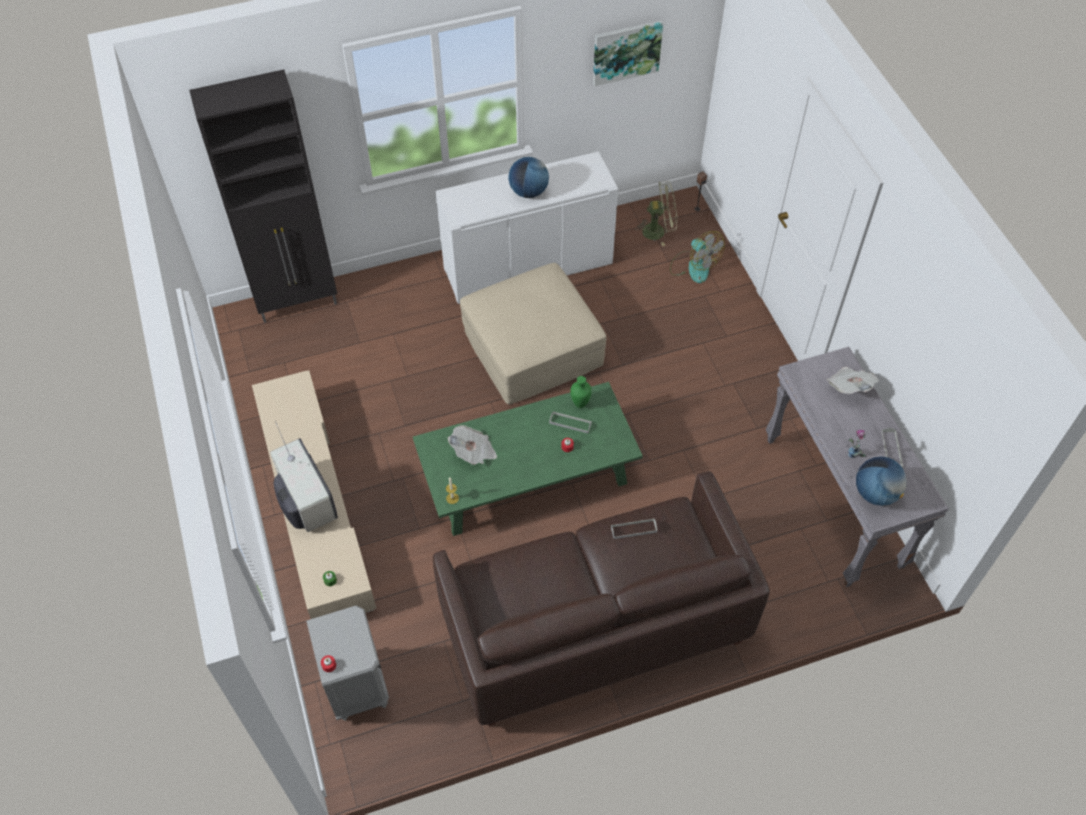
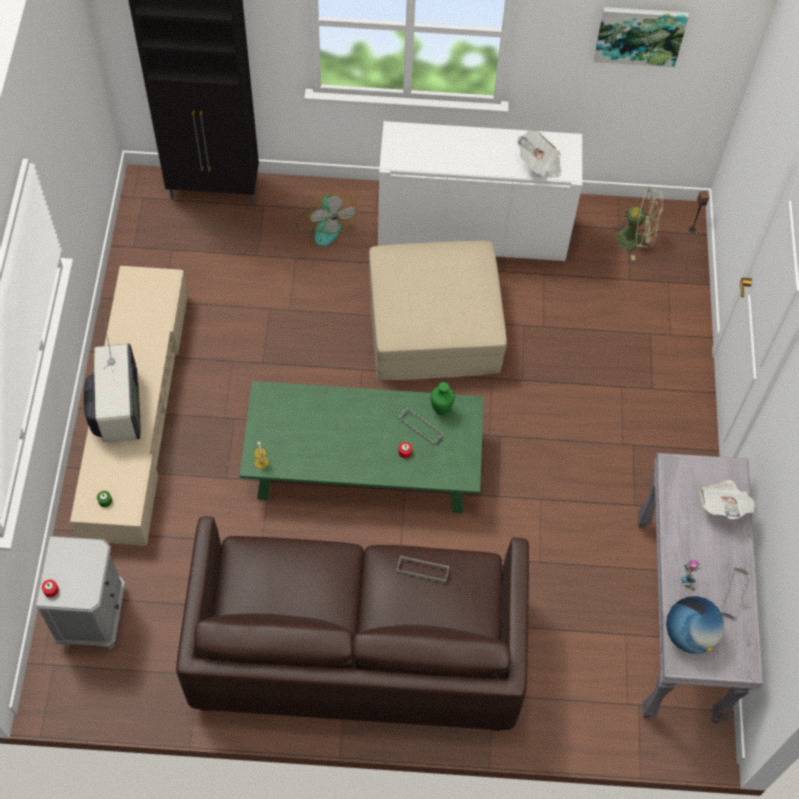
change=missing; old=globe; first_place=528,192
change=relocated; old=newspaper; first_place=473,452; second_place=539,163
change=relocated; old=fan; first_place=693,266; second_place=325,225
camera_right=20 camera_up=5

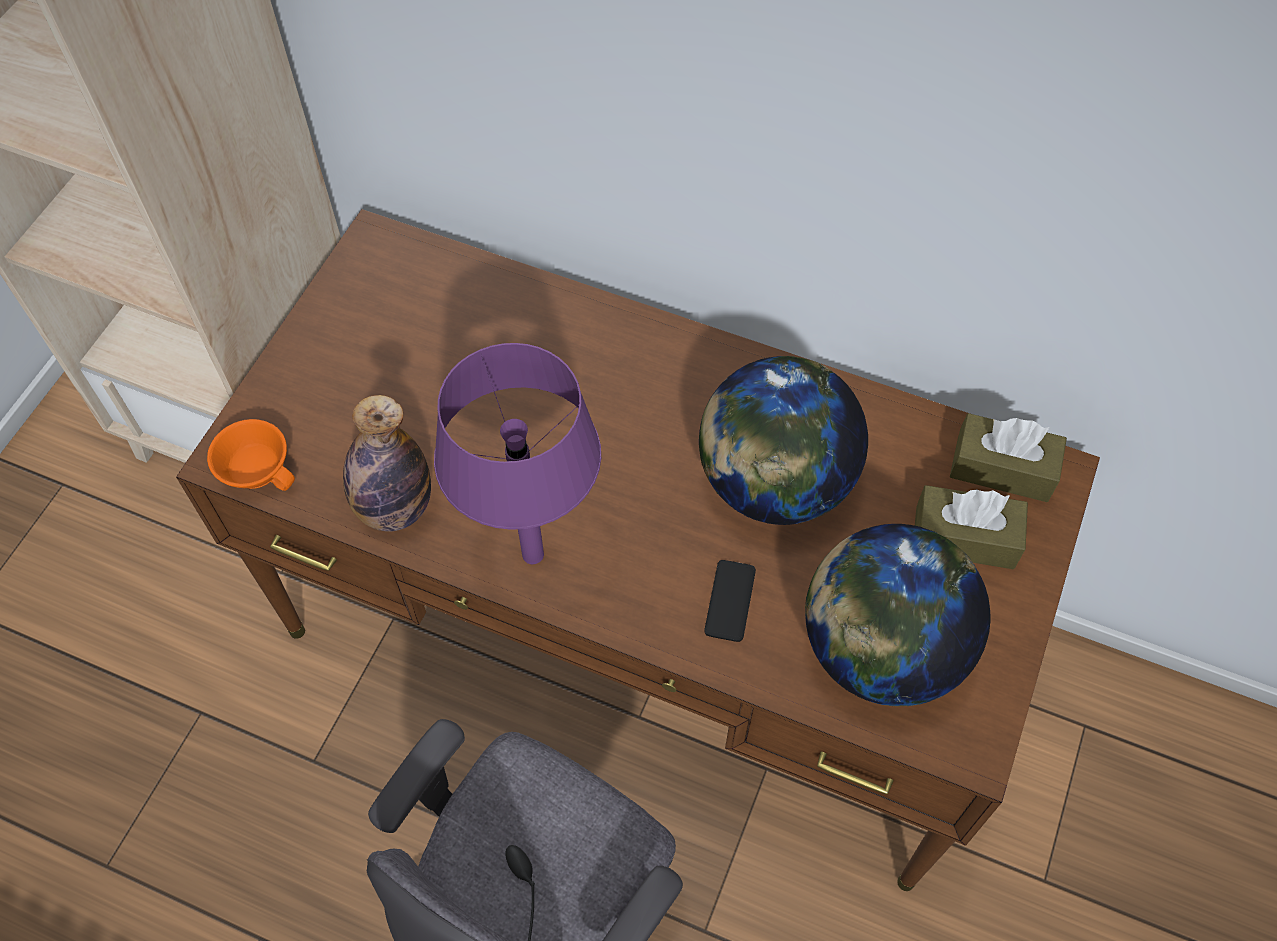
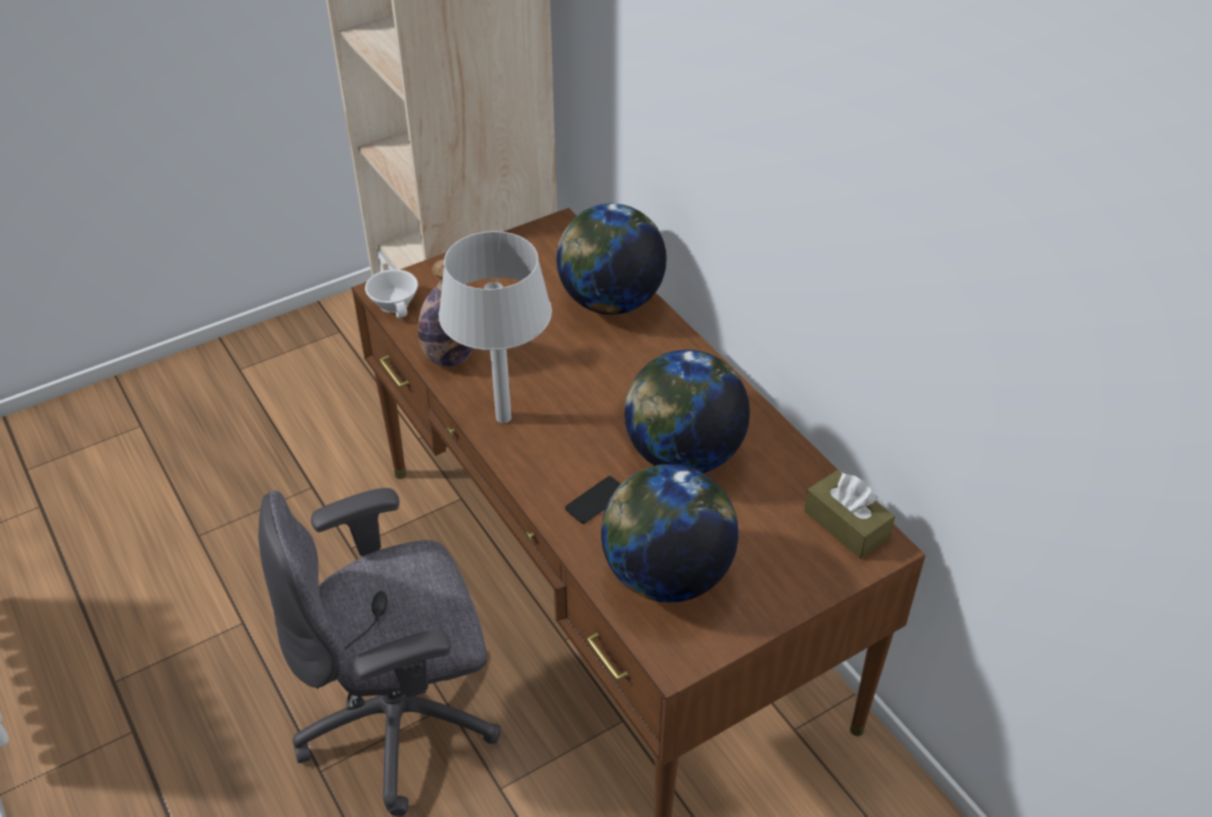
change=missing; old=brown tissue box; first_place=964,537
change=appeared; new=globe; second_place=611,302
change=colour; old=orange cup; new=white cup; first_place=259,468; second_place=396,303
change=colour; old=purple table lamp; new=grey table lamp; first_place=531,553; second_place=503,416
camera_right=35 camera_up=-15

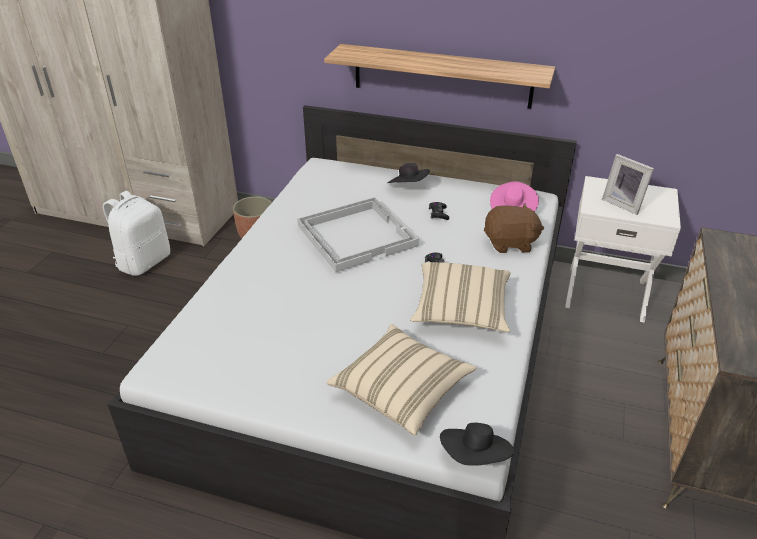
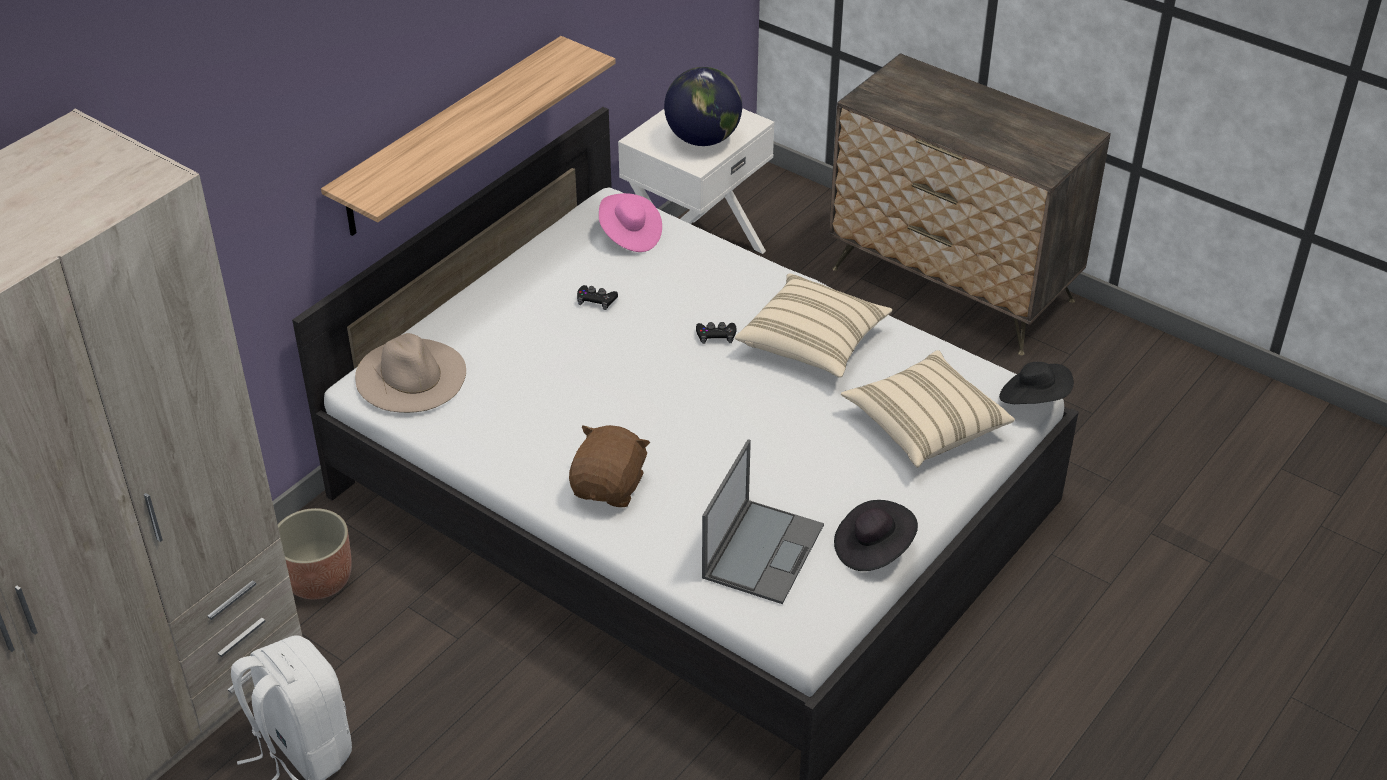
change=missing; old=white tray; first_place=357,235
change=appeared; new=beige hat; second_place=411,375
change=appeared; new=laptop; second_place=763,550
change=relocated; old=black hat; first_place=408,187; second_place=873,549
change=relocated; old=brown plush toy; first_place=510,243; second_place=609,487
change=exchanged; old=picture frame; new=globe; first_place=623,204; second_place=703,139
camera_right=-70 camera_up=5

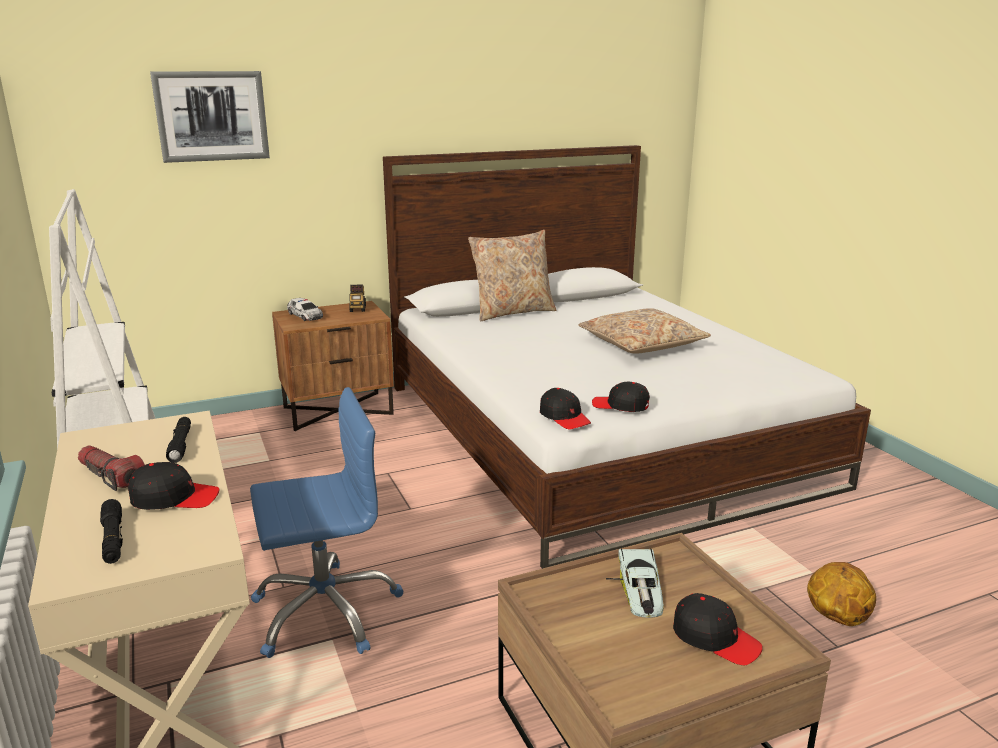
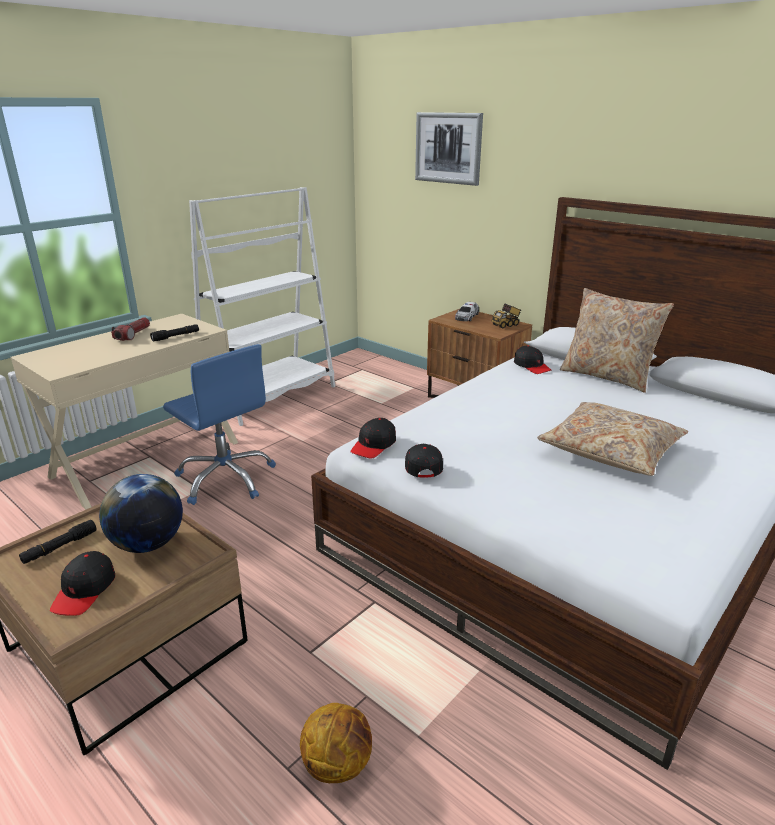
change=relocated; old=black flashlight; first_place=113,539; second_place=60,547
change=relocated; old=black cap; first_place=174,498; second_place=532,366
change=exchanged; old=toy car; new=globe; first_place=639,588; second_place=148,544
camera_right=65 camera_up=5

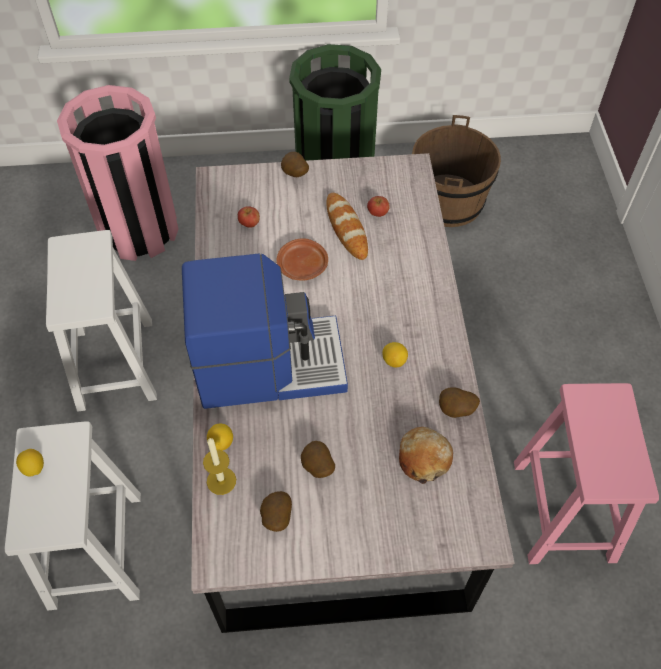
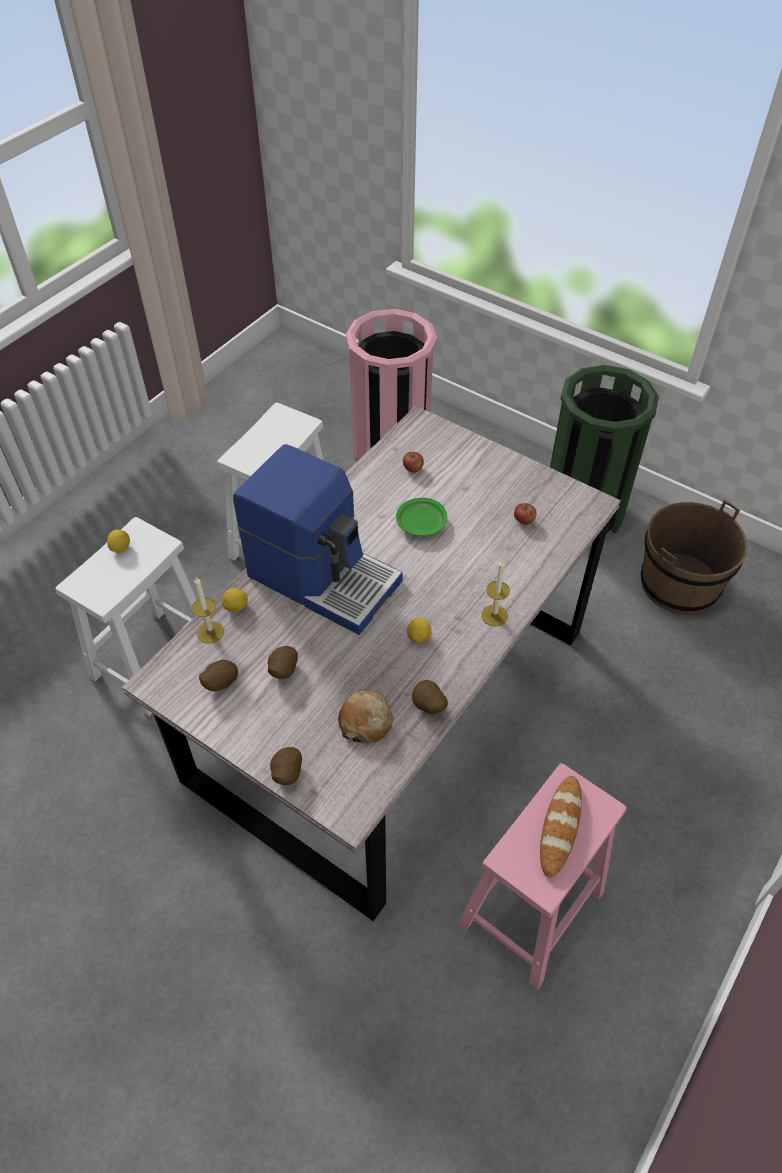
change=appeared; new=candle; second_place=494,615
change=relocated; old=potato; first_place=294,175; second_place=286,774
change=relocated; old=bread; first_place=346,228; second_place=560,827
change=colour; old=brown plate; new=green plate; first_place=302,266; second_place=421,524
camera_right=40 camera_up=-5

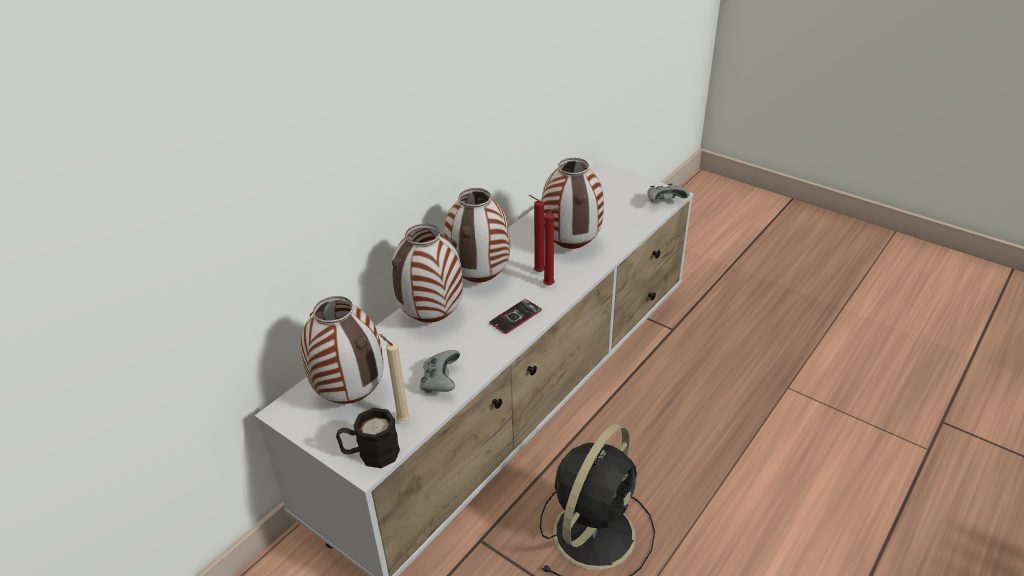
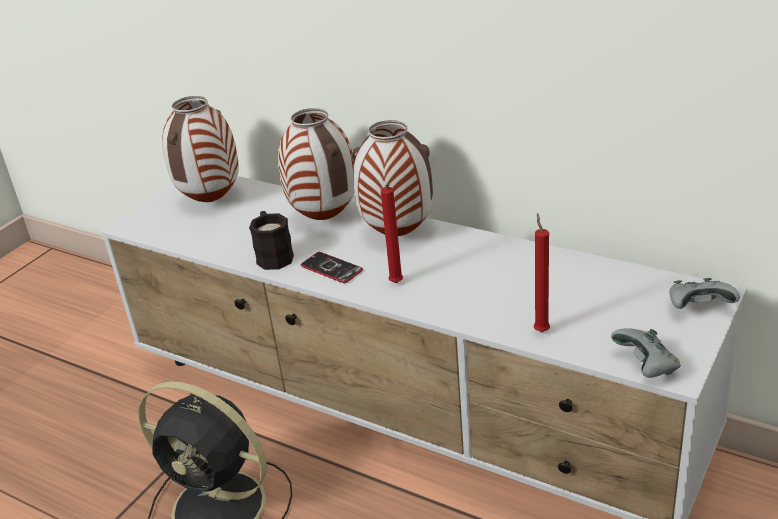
change=missing; old=beige candle; first_place=401,419
change=missing; old=vase; first_place=570,247
change=relocated; old=black mug; first_place=370,454; second_place=273,255
change=relocated; old=grey game controller; first_place=440,382; second_place=699,307
change=relocated; old=red candle; first_place=537,272; second_place=541,330
camera_right=85 camera_up=-5

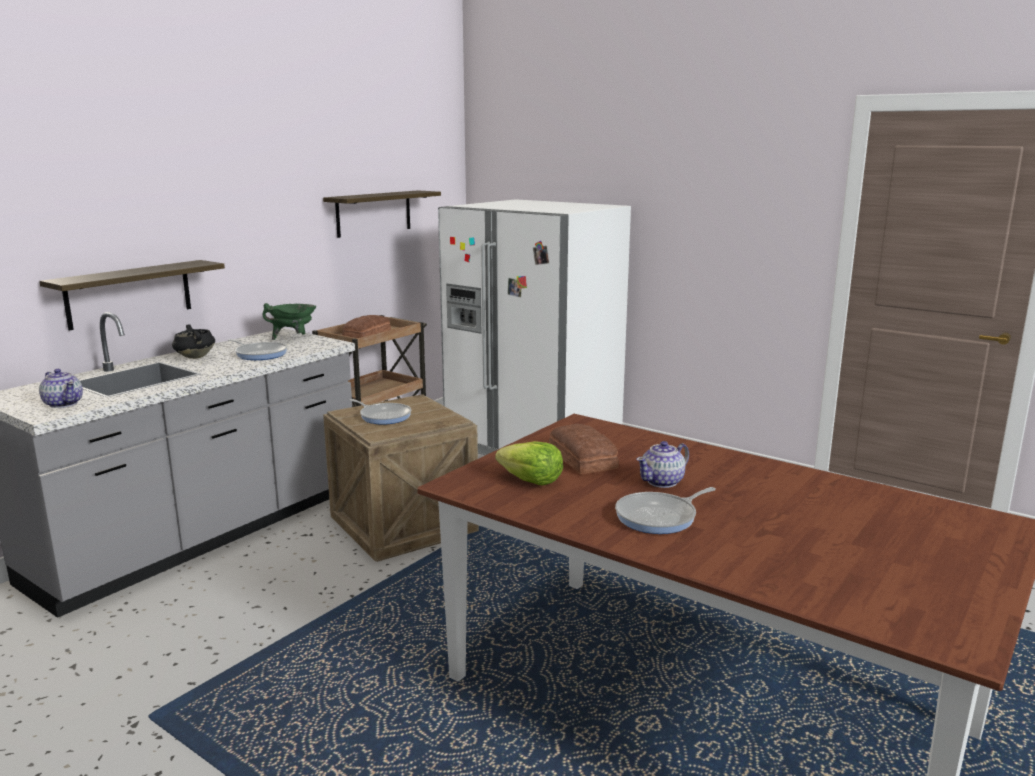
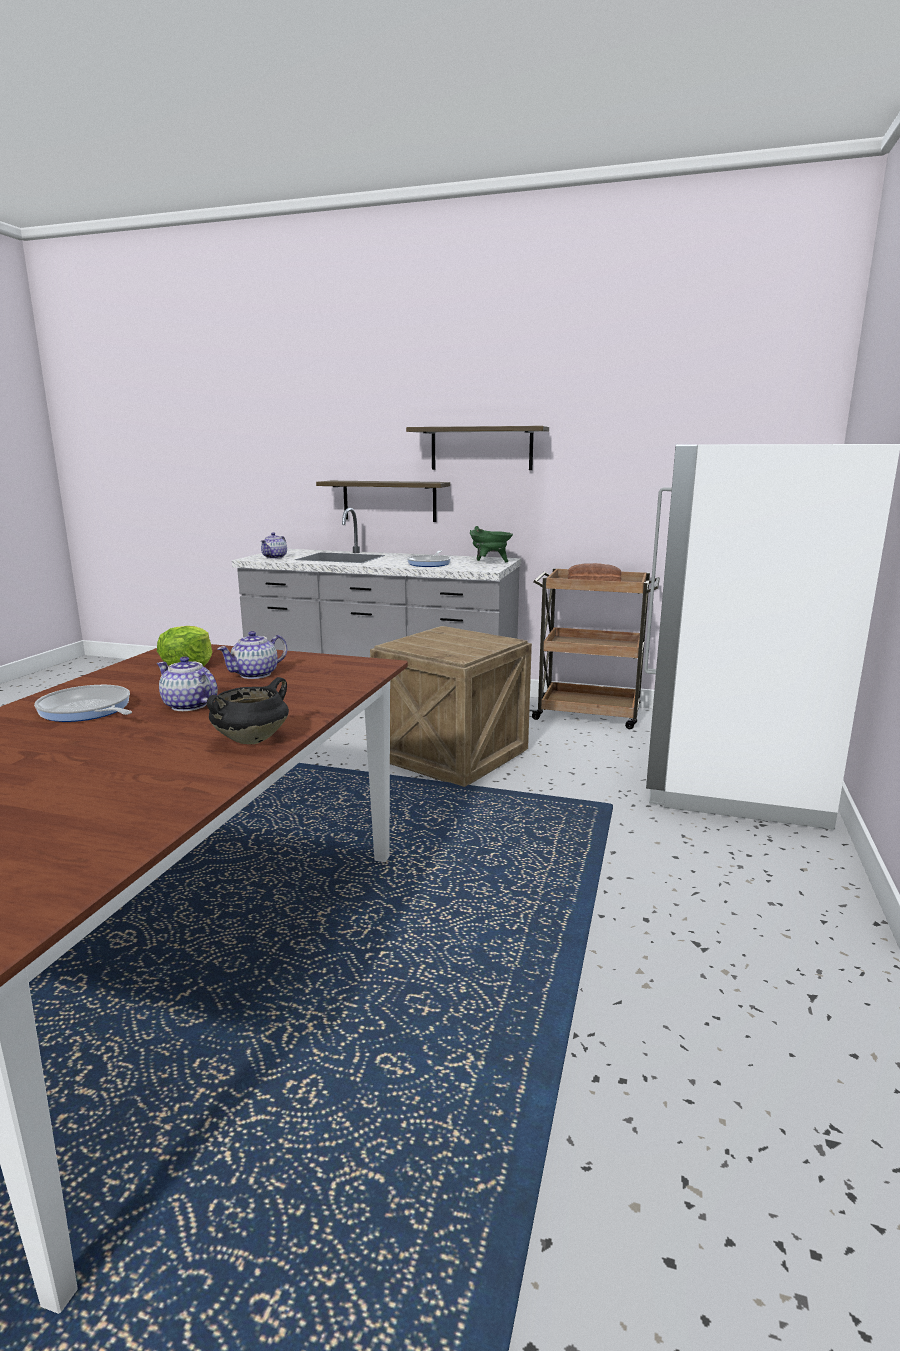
change=missing; old=frying pan; first_place=383,416
change=relocated; old=black cooking pot; first_place=194,357; second_place=252,739
change=relocated; old=shelf; first_place=374,213; second_place=481,448
change=exchanged; old=bread; new=teapot; first_place=583,458; second_place=256,674
camera_right=70 camera_up=0

